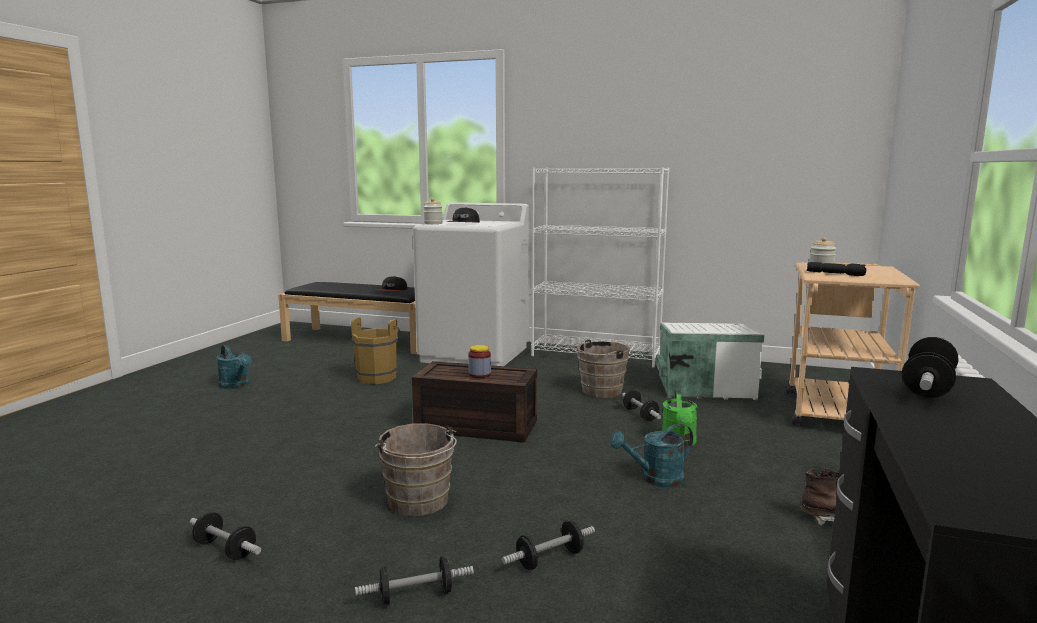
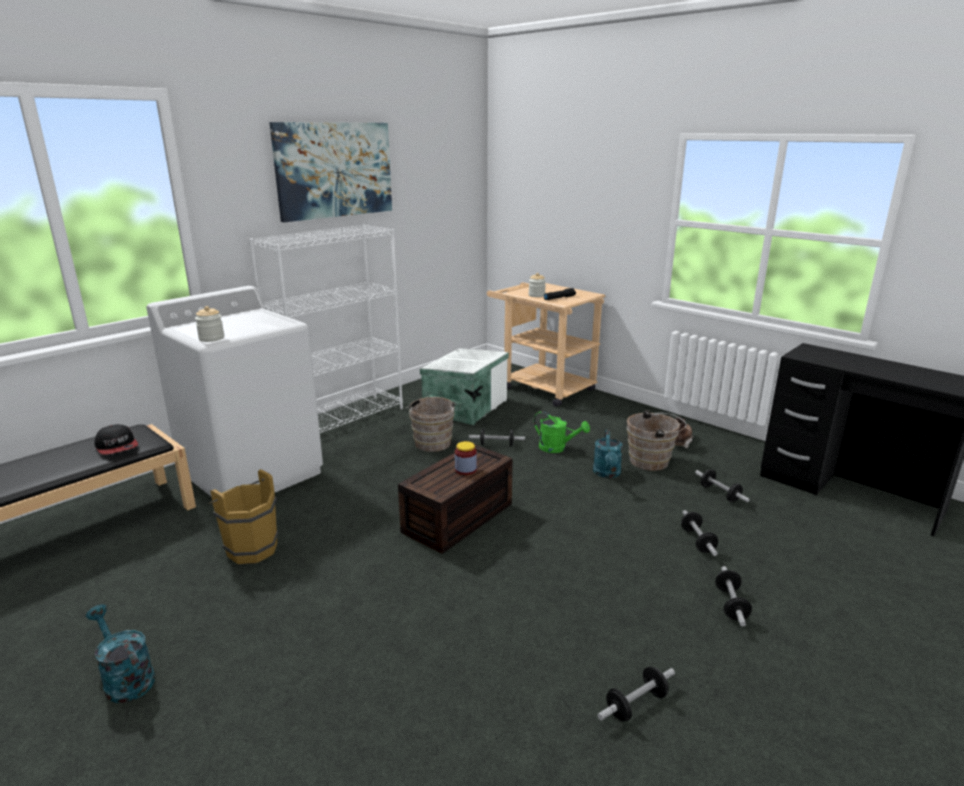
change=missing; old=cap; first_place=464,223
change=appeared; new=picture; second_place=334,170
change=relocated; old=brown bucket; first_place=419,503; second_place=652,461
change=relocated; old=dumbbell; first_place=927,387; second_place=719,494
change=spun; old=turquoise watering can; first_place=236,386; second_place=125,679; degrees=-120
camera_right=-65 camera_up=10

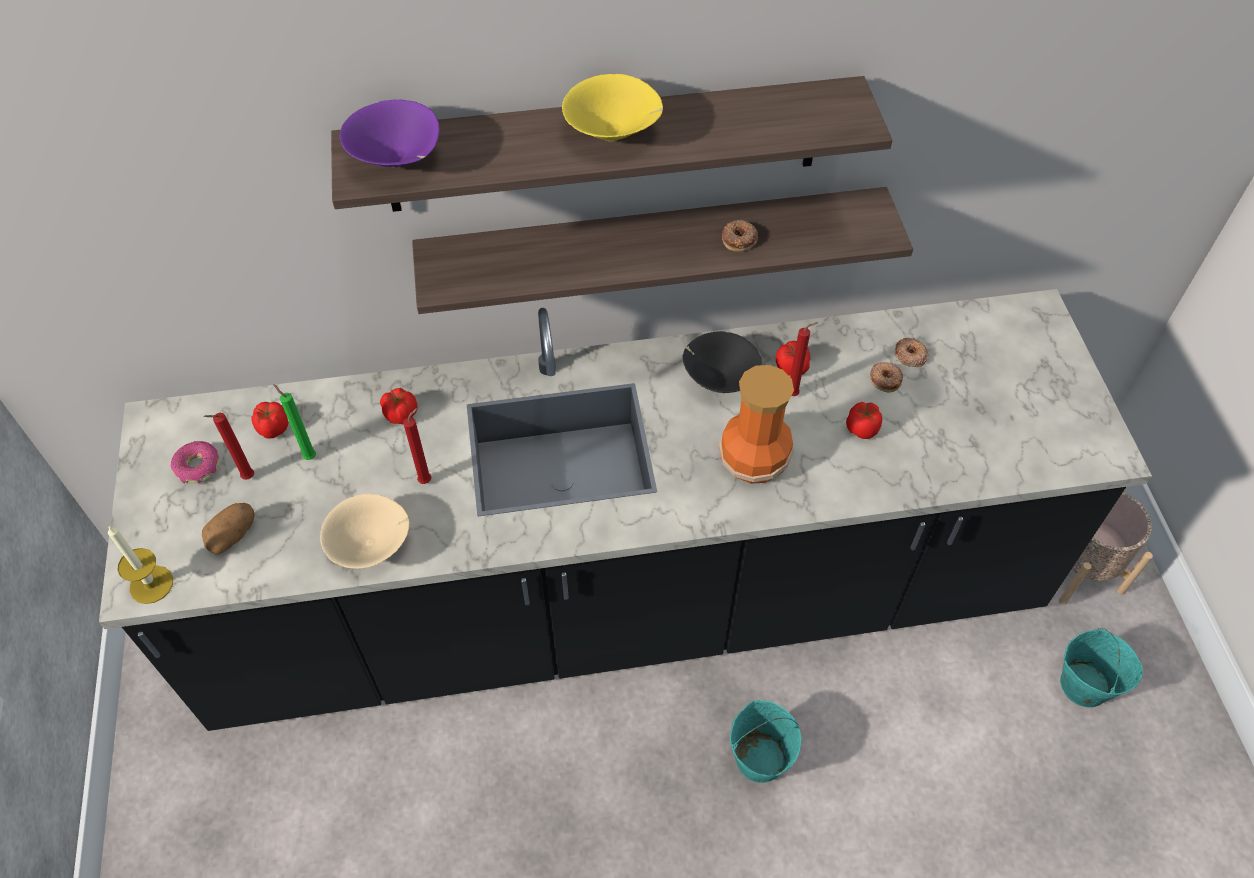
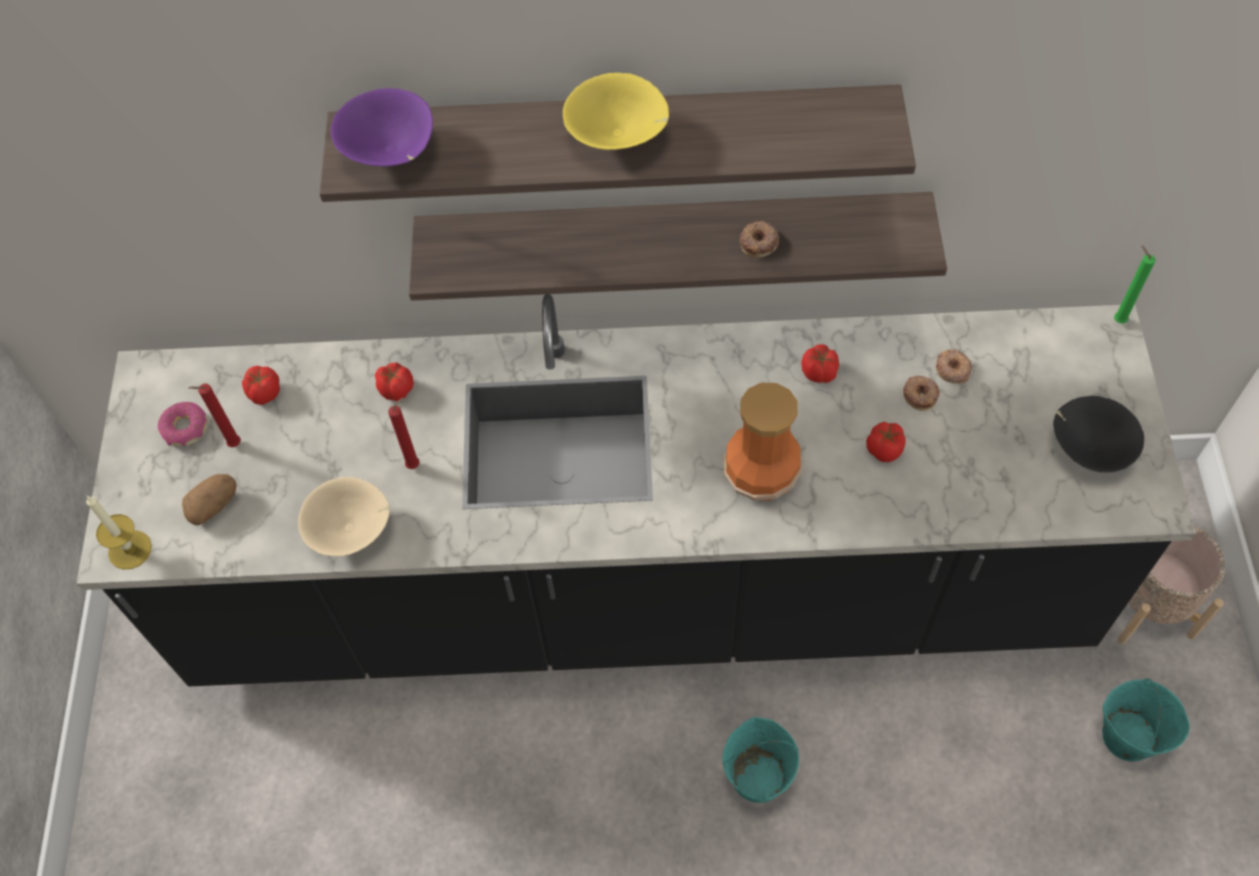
change=missing; old=red candle; first_place=794,394
change=relocated; old=green candle; first_place=308,456; second_place=1117,319
change=relocated; old=black bowl; first_place=718,378; second_place=1088,448
camera_right=10 camera_up=5

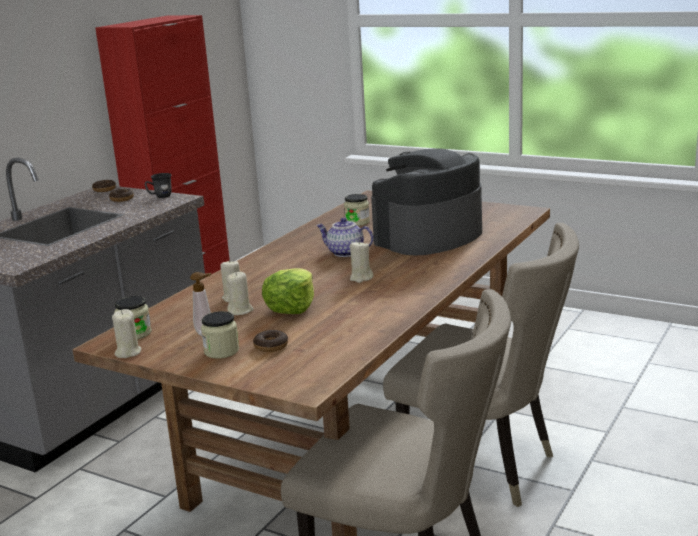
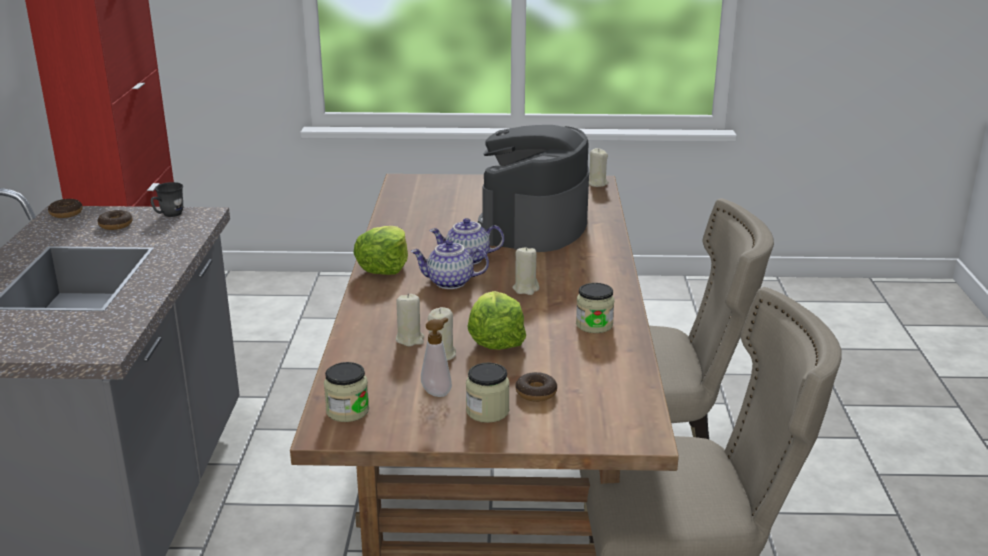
change=appeared; new=lettuce; second_place=384,267
change=appeared; new=teapot; second_place=449,283
change=relocated; old=beige candle; first_place=128,352; second_place=596,183
change=relocated; old=jar; first_place=357,222; second_place=594,325
camera_right=-30 camera_up=5

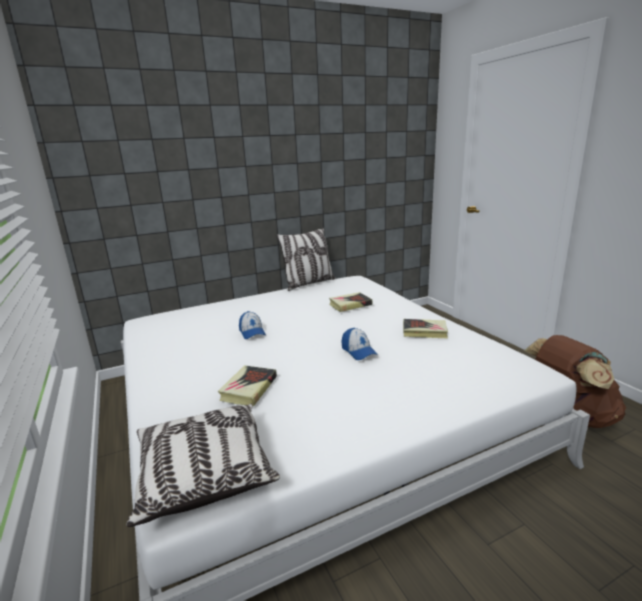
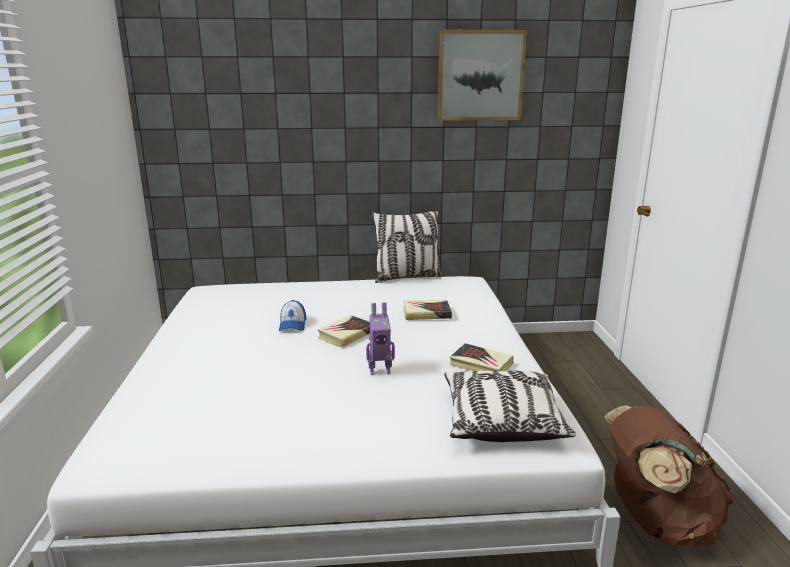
change=appeared; new=picture; second_place=480,76
change=relocated; old=pillow; first_place=204,473; second_place=501,421
change=relocated; old=book; first_place=249,389; second_place=346,335
change=exchanged; old=cap; new=toy robot; first_place=358,351; second_place=380,370
camera_right=20 camera_up=0

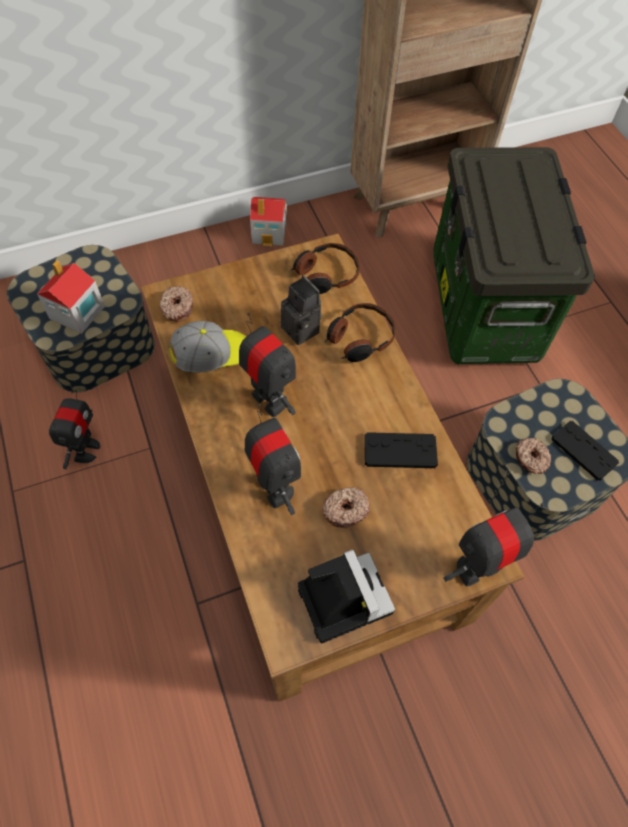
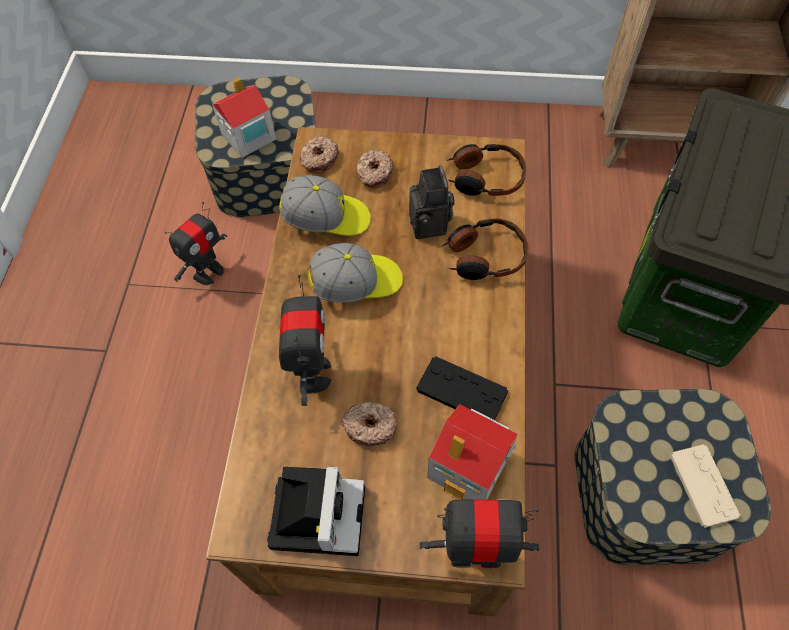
change=relocated; old=toy house; first_place=269,233; second_place=470,467
change=relocated; old=donut; first_place=530,459; second_place=374,173
change=exchanged; old=toy robot; new=cap; first_place=269,400; second_place=357,284
change=colour; old=black game controller; new=beige game controller; first_place=583,451; second_place=703,485
camera_right=30 camera_up=0

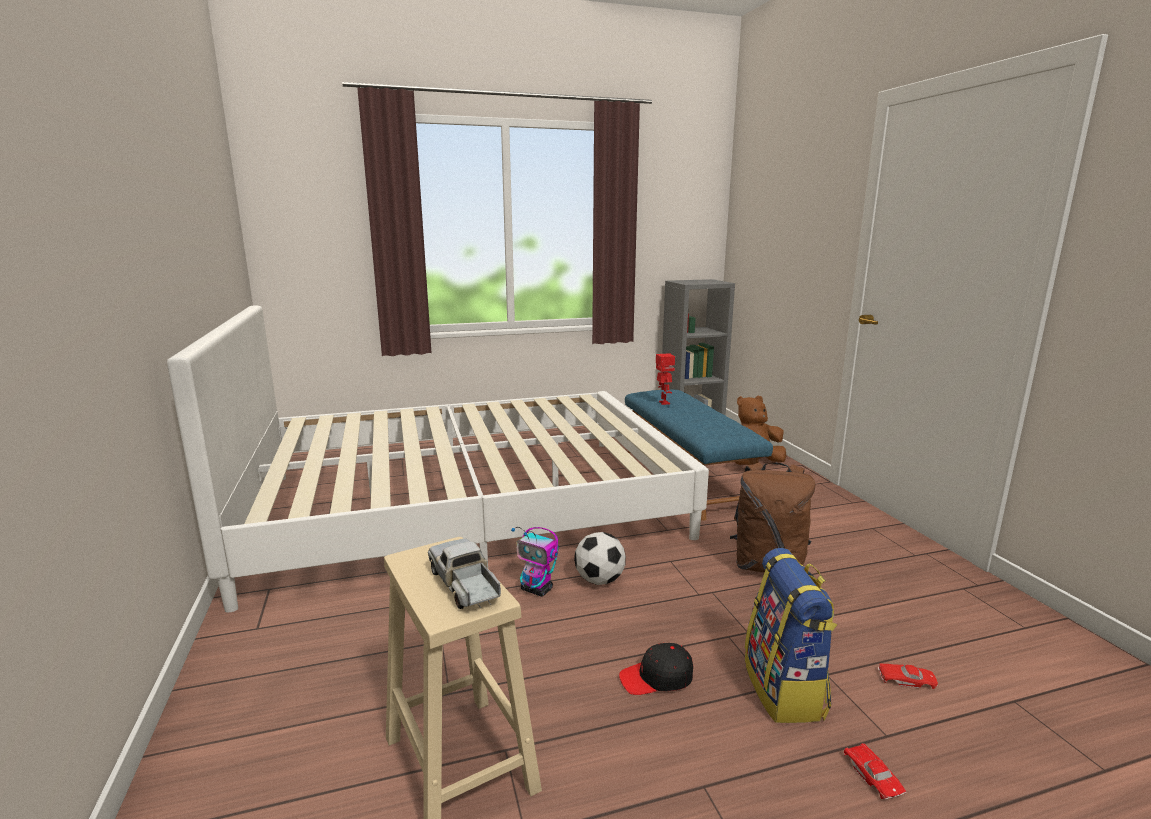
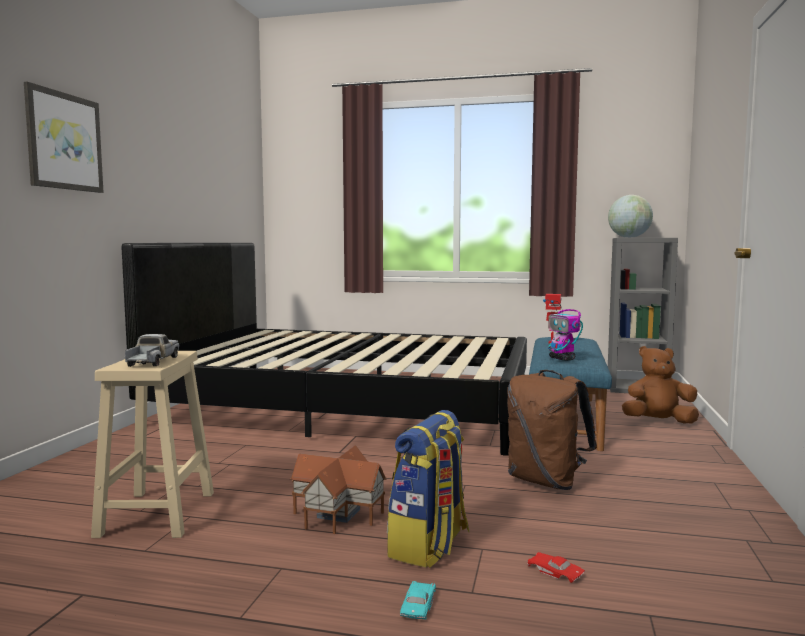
change=missing; old=football; first_place=599,580
change=appeared; new=picture; second_place=63,141
change=appeared; new=globe; second_place=629,237
change=relocated; old=toy robot; first_place=537,590; second_place=562,359
change=exchanged; old=black cap; new=toy house; first_place=657,678; second_place=339,514
change=colour; old=white bed; new=black bed; first_place=464,505; second_place=350,406
change=colour; old=red toy car; new=turquoise toy car; first_place=873,775; second_place=418,605
camera_right=30 camera_up=-10

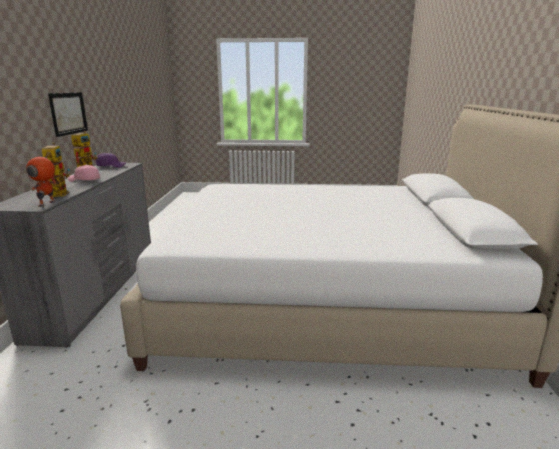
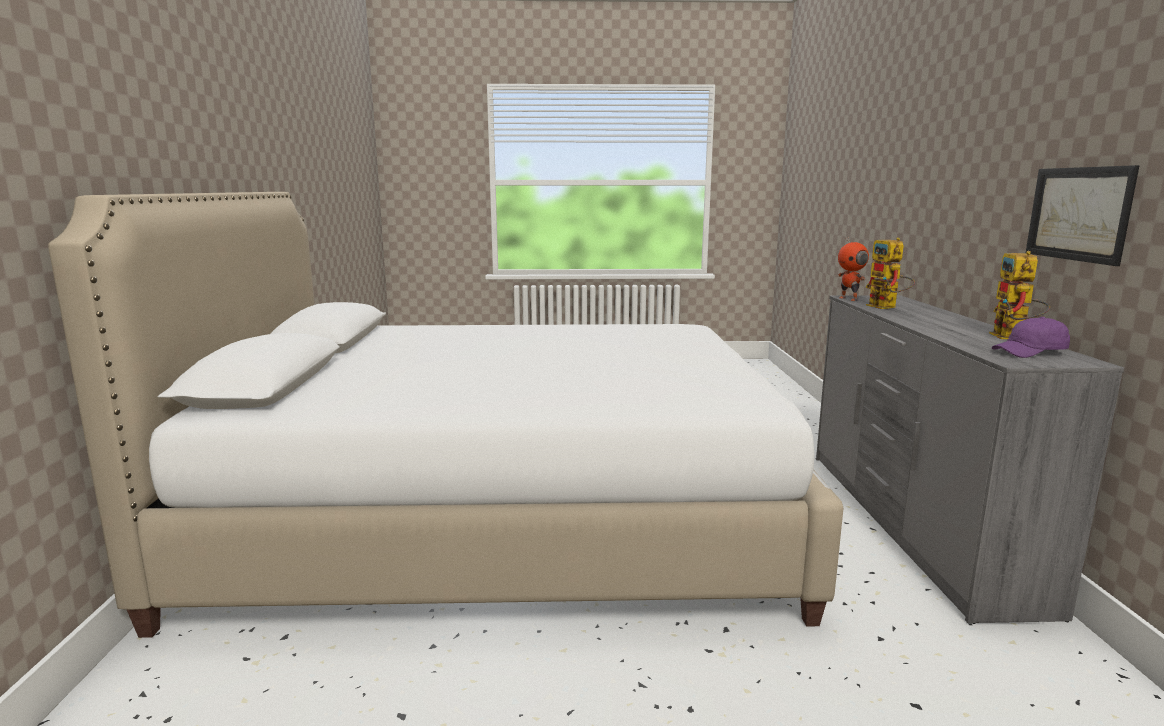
change=missing; old=pink cap; first_place=84,180
change=spun; old=toy robot; first_place=47,204; second_place=849,299; degrees=150
camera_right=175 camera_up=-5

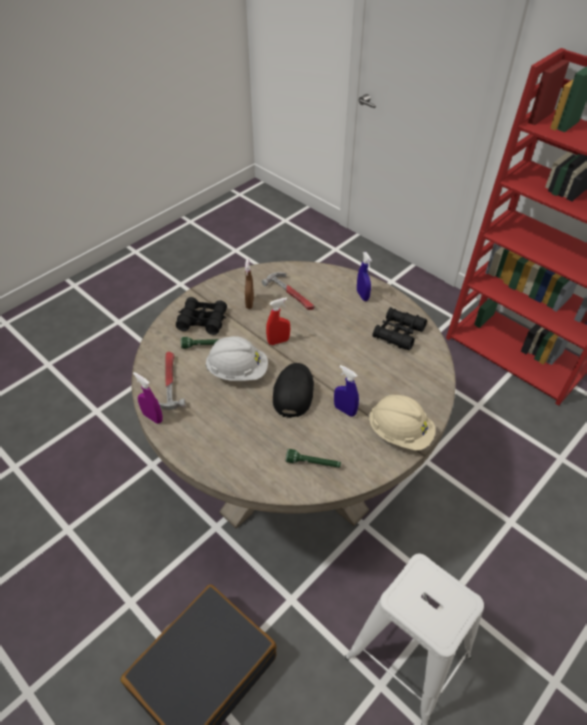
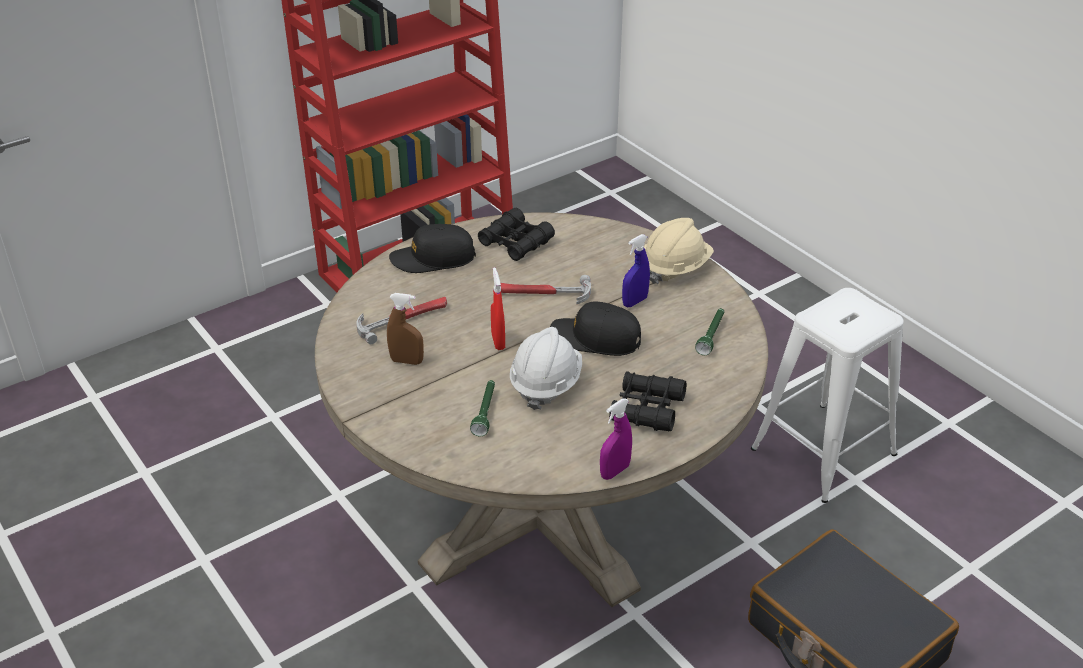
change=relocated; old=hammer; first_place=169,382; second_place=543,294
change=relocated; old=black binoculars; first_place=202,320; second_place=647,409
change=exchanged; old=blue spray bottle; new=black cap; first_place=362,295; second_place=433,258
camera_right=-80 camera_up=-10

